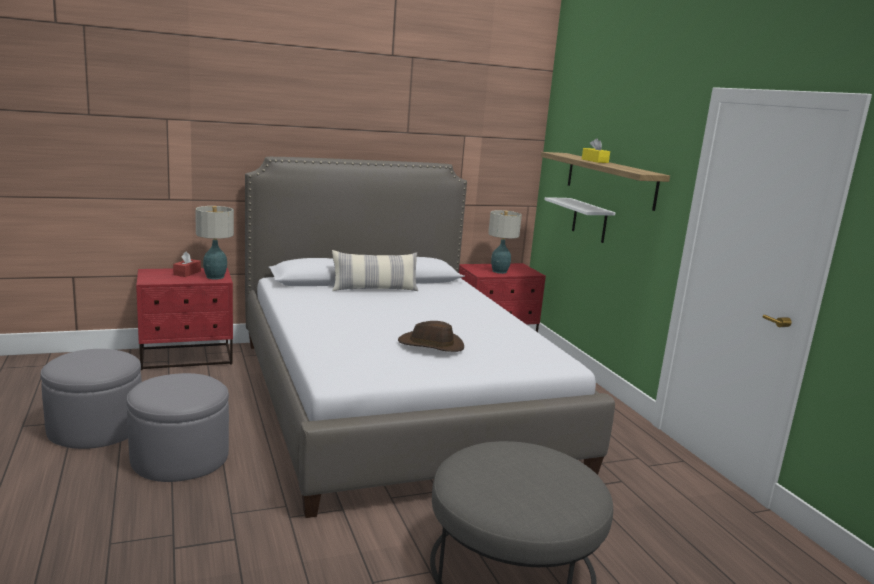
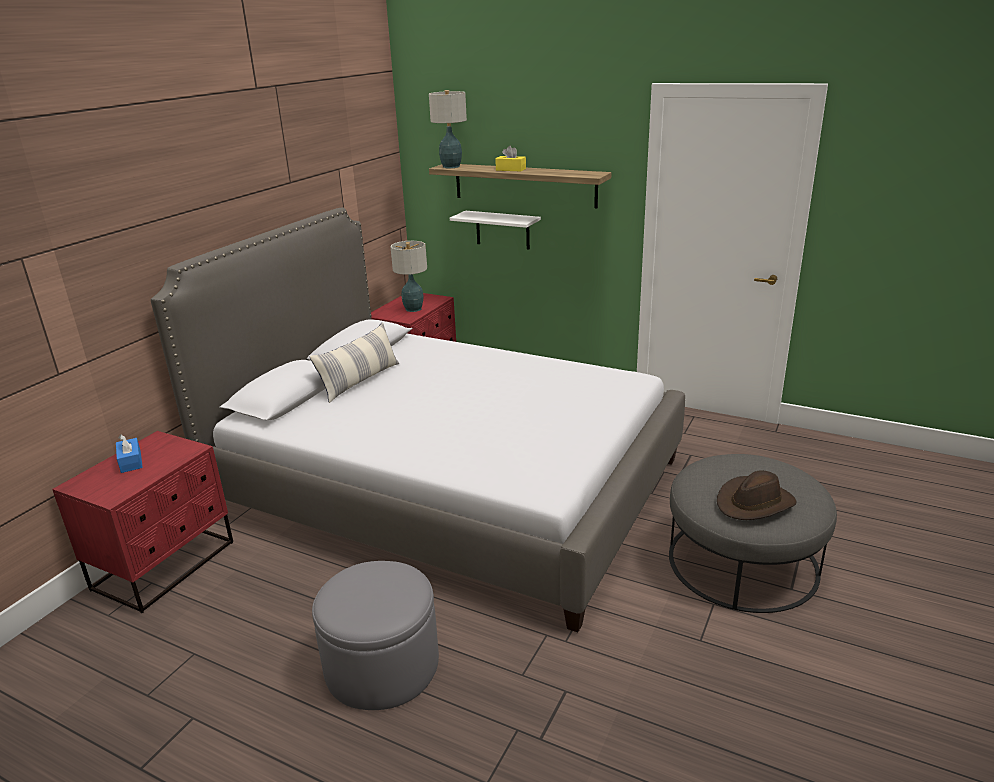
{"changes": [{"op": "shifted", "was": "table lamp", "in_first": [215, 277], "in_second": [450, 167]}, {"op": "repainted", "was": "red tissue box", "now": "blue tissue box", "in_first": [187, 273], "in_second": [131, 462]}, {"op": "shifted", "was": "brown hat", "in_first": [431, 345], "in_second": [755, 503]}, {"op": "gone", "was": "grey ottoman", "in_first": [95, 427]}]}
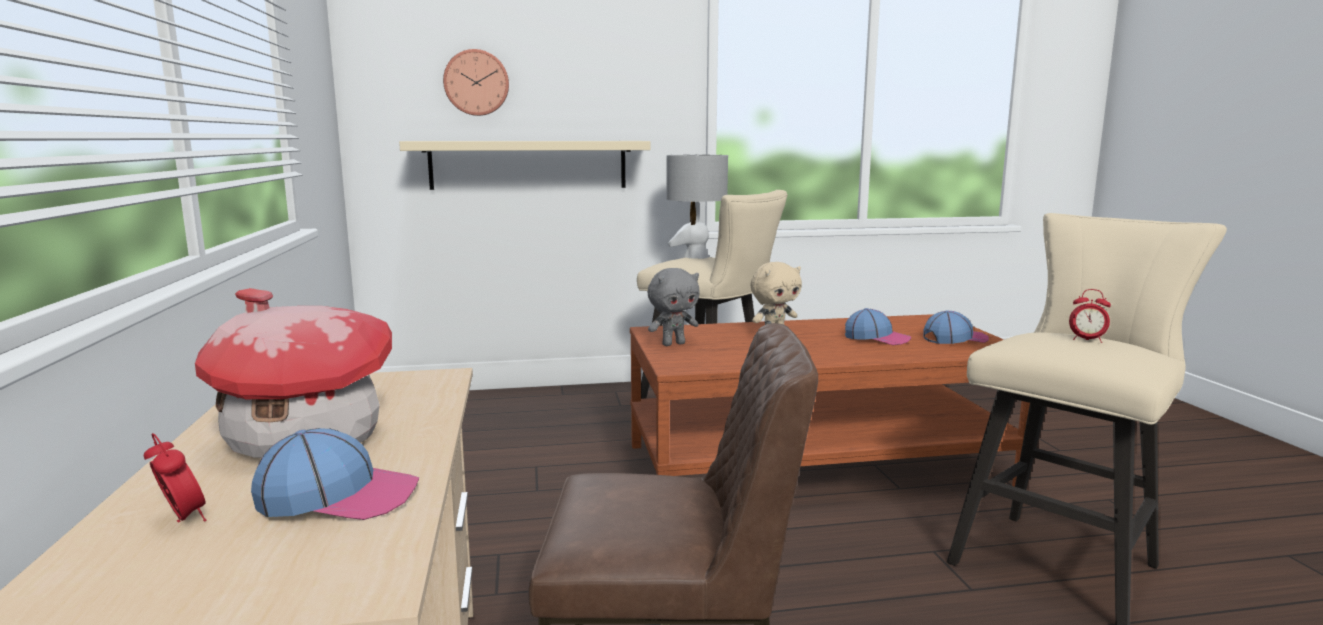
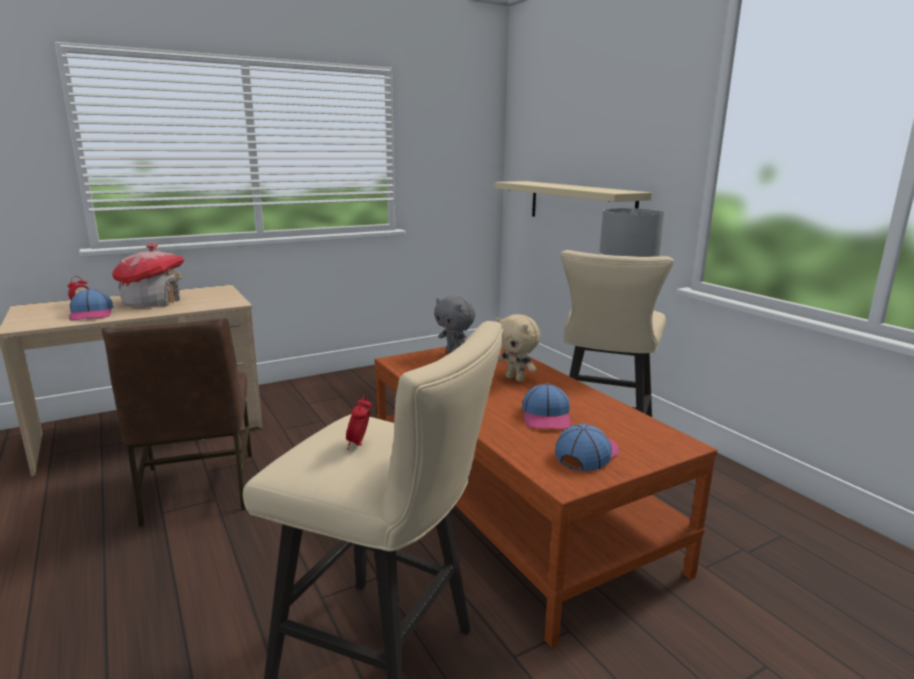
{"changes": [{"op": "gone", "was": "wall clock", "in_first": [476, 83]}, {"op": "rotated", "was": "cap", "in_first": [955, 338], "in_second": [587, 453], "clockwise": -105}]}
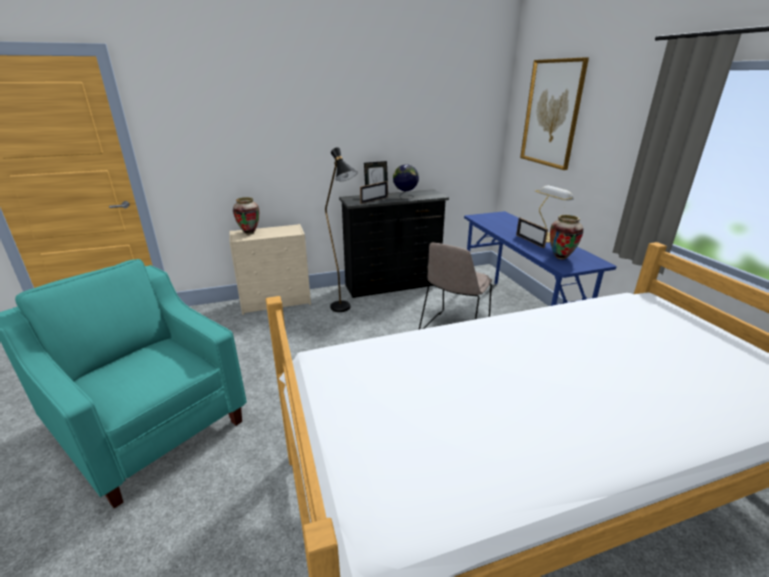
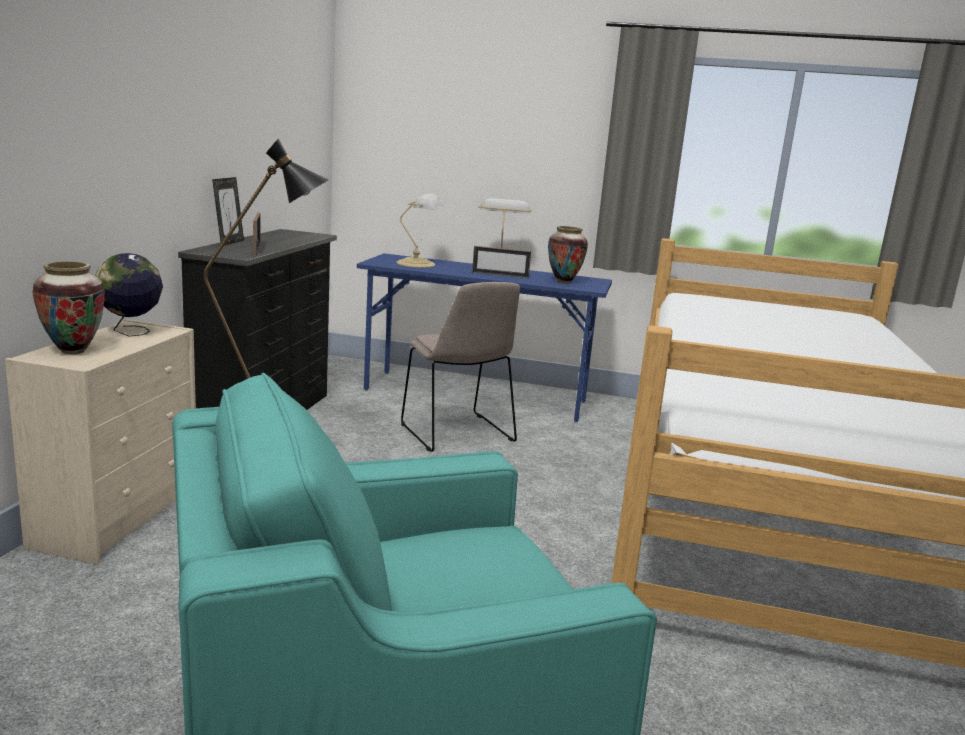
{"changes": [{"op": "gone", "was": "picture", "in_first": [552, 113]}, {"op": "shifted", "was": "globe", "in_first": [405, 198], "in_second": [131, 332]}, {"op": "new", "now": "table lamp", "in_second": [418, 264]}]}
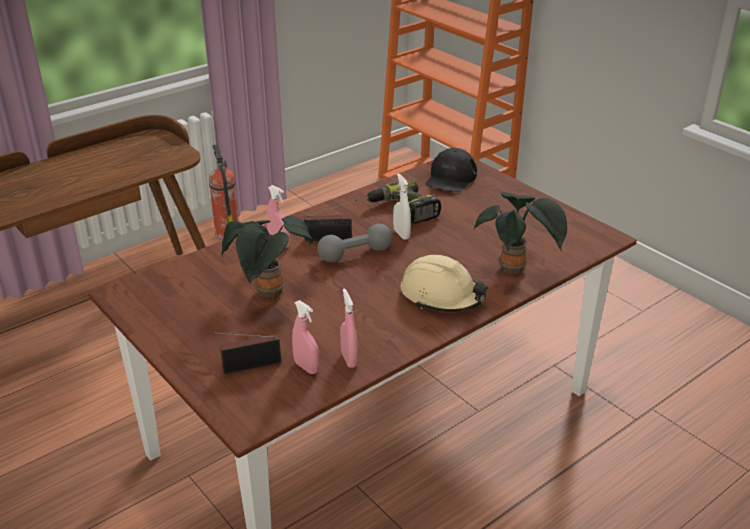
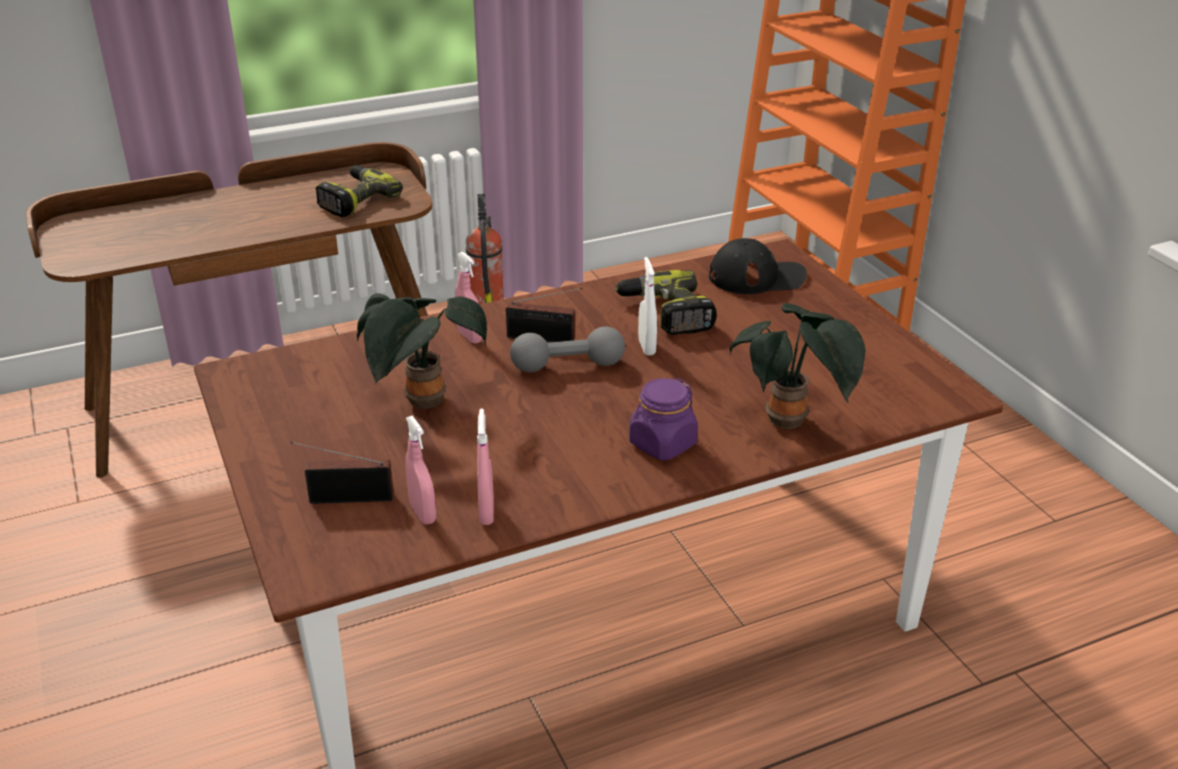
{"changes": [{"op": "rotated", "was": "black cap", "in_first": [450, 178], "in_second": [757, 277], "clockwise": -135}, {"op": "swapped", "was": "beige hard hat", "now": "purple jar", "in_first": [442, 296], "in_second": [662, 444]}, {"op": "new", "now": "power drill", "in_second": [355, 200]}]}
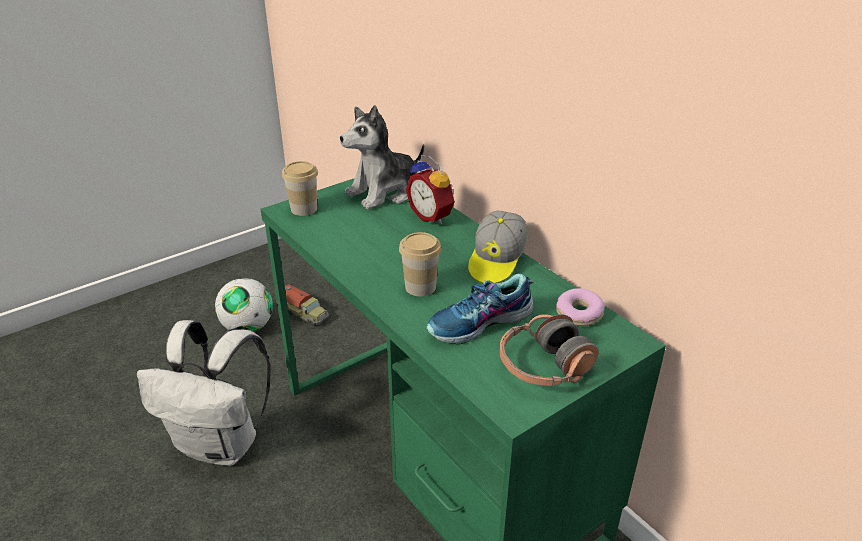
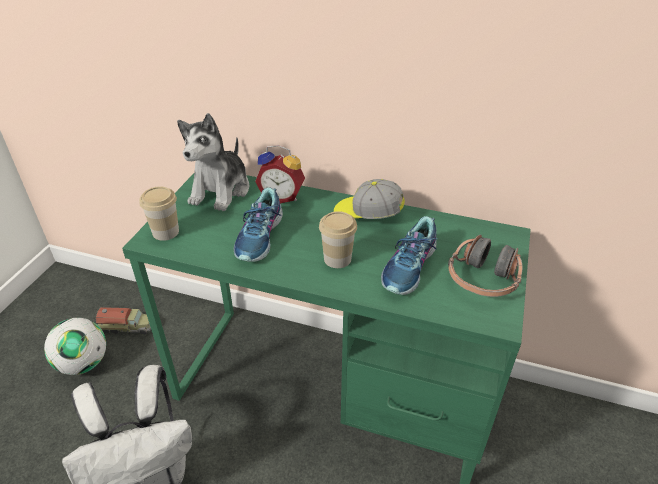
{"changes": [{"op": "rotated", "was": "cap", "in_first": [496, 261], "in_second": [367, 214], "clockwise": 120}, {"op": "gone", "was": "donut", "in_first": [579, 314]}, {"op": "new", "now": "shoe", "in_second": [260, 237]}]}
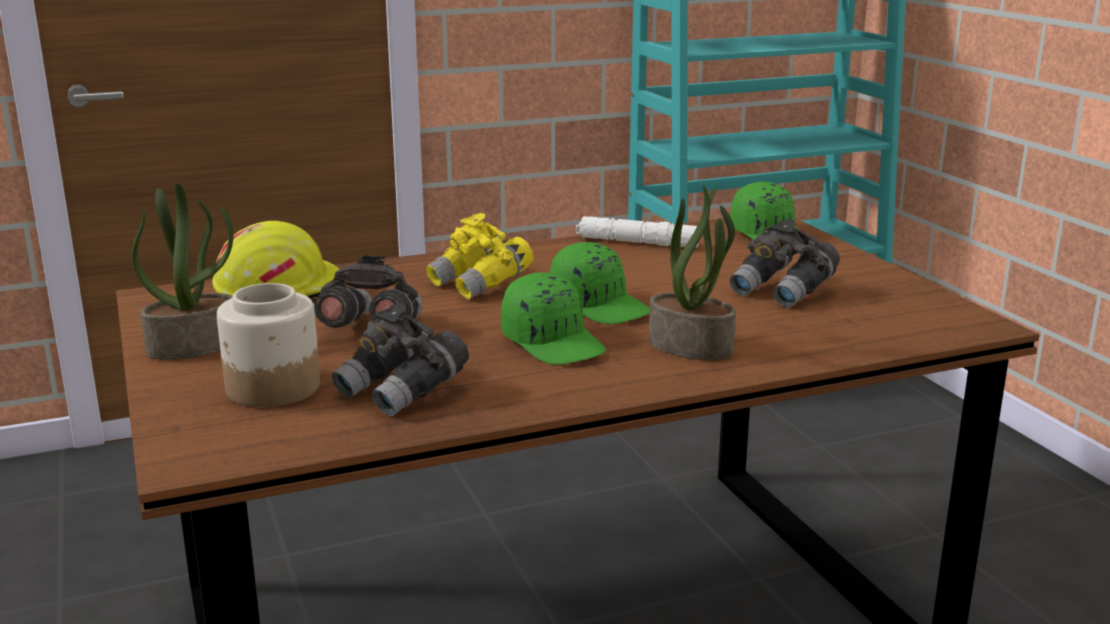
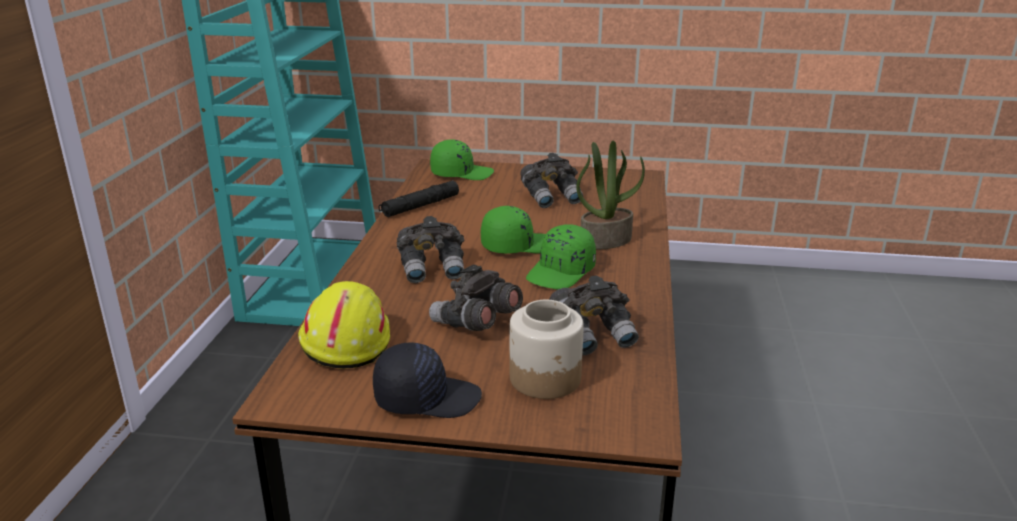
{"changes": [{"op": "swapped", "was": "potted plant", "now": "black cap", "in_first": [193, 346], "in_second": [426, 398]}, {"op": "repainted", "was": "yellow binoculars", "now": "grey binoculars", "in_first": [481, 284], "in_second": [433, 268]}, {"op": "repainted", "was": "white flashlight", "now": "black flashlight", "in_first": [637, 242], "in_second": [420, 206]}, {"op": "rotated", "was": "green cap", "in_first": [554, 342], "in_second": [561, 273], "clockwise": 135}]}
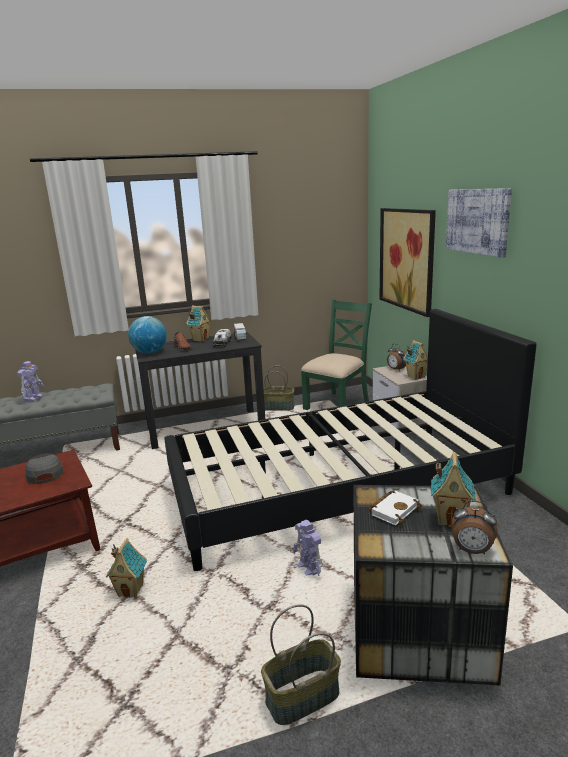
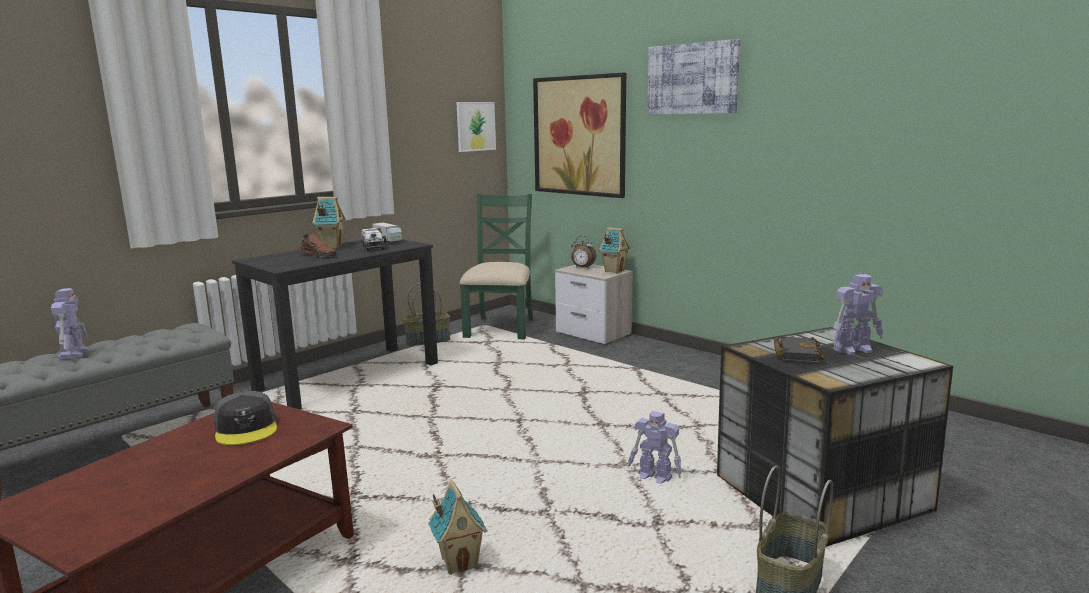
{"changes": [{"op": "gone", "was": "black bed", "in_first": [337, 489]}, {"op": "gone", "was": "globe", "in_first": [150, 352]}, {"op": "swapped", "was": "toy house", "now": "toy robot", "in_first": [451, 519], "in_second": [854, 349]}, {"op": "rotated", "was": "grey cap", "in_first": [44, 473], "in_second": [246, 428], "clockwise": -150}, {"op": "repainted", "was": "white book", "now": "black book", "in_first": [393, 510], "in_second": [795, 353]}, {"op": "gone", "was": "alarm clock", "in_first": [472, 551]}, {"op": "new", "now": "picture", "in_second": [475, 126]}]}
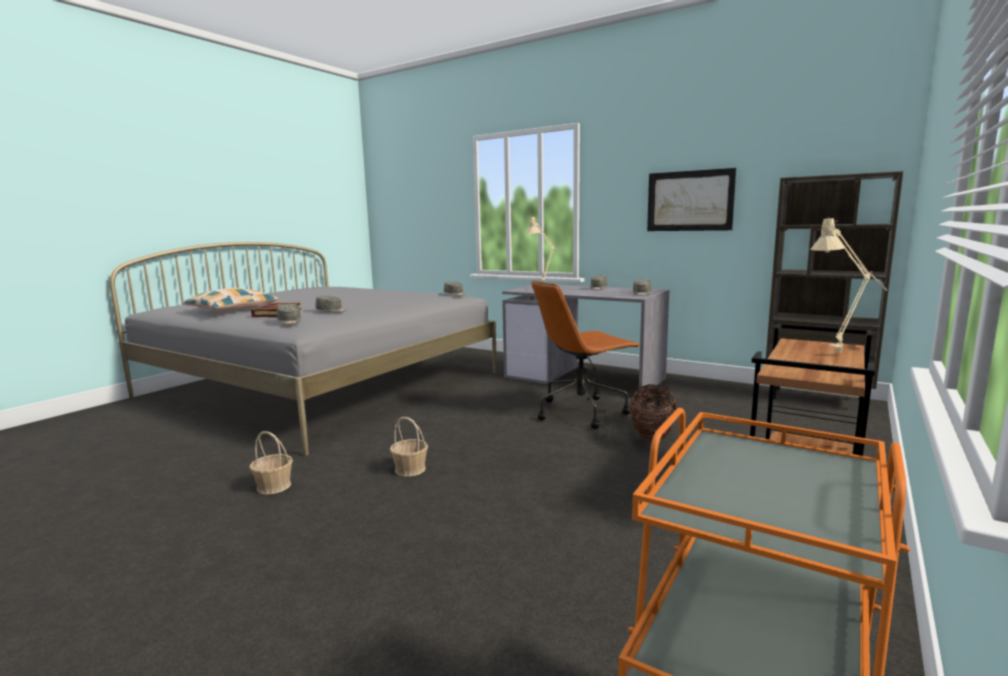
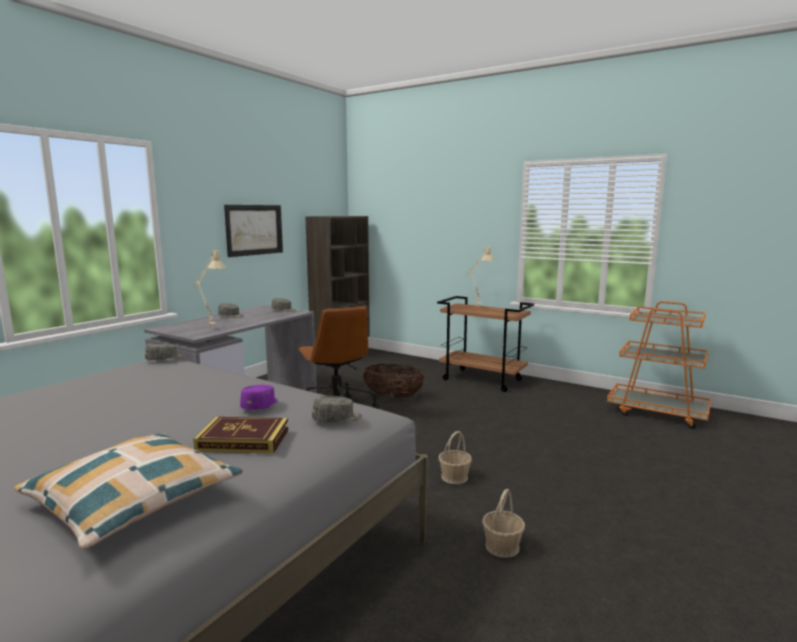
{"changes": [{"op": "repainted", "was": "grey cap", "now": "purple cap", "in_first": [331, 311], "in_second": [260, 406]}]}
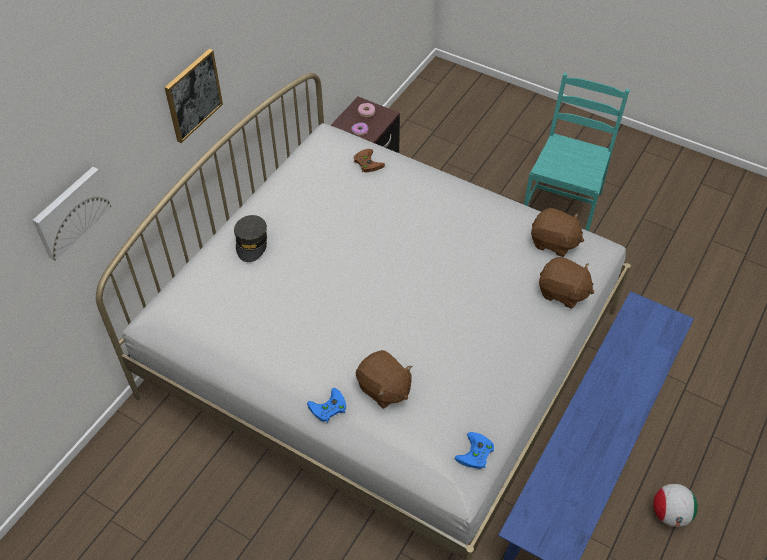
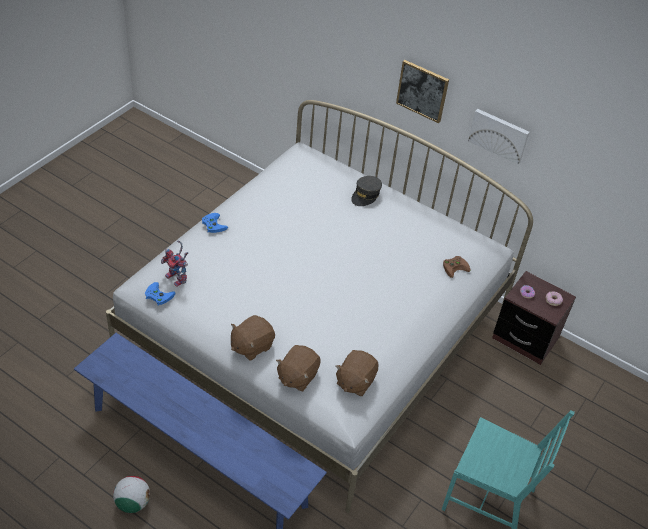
{"changes": [{"op": "shifted", "was": "picture", "in_first": [70, 211], "in_second": [499, 135]}, {"op": "rotated", "was": "grey cap", "in_first": [251, 243], "in_second": [365, 195], "clockwise": -60}, {"op": "shifted", "was": "brown plush toy", "in_first": [383, 389], "in_second": [251, 346]}, {"op": "new", "now": "toy robot", "in_second": [178, 279]}]}
